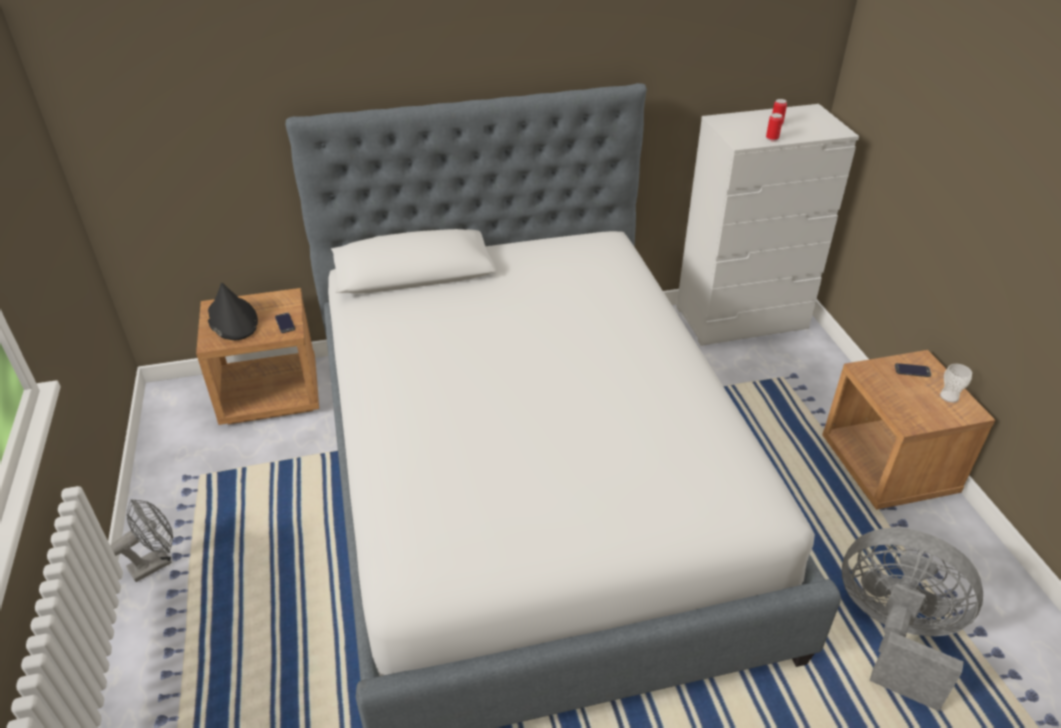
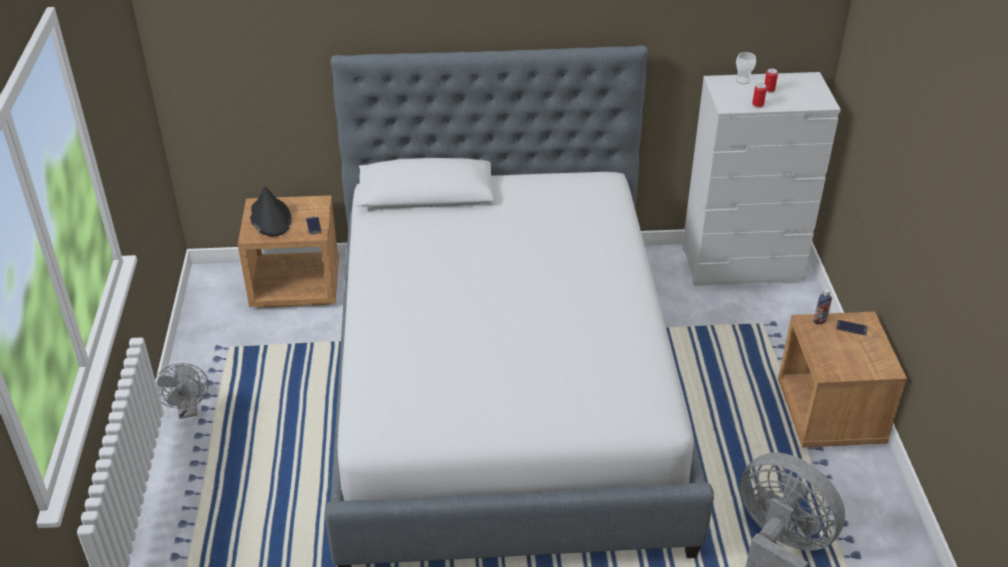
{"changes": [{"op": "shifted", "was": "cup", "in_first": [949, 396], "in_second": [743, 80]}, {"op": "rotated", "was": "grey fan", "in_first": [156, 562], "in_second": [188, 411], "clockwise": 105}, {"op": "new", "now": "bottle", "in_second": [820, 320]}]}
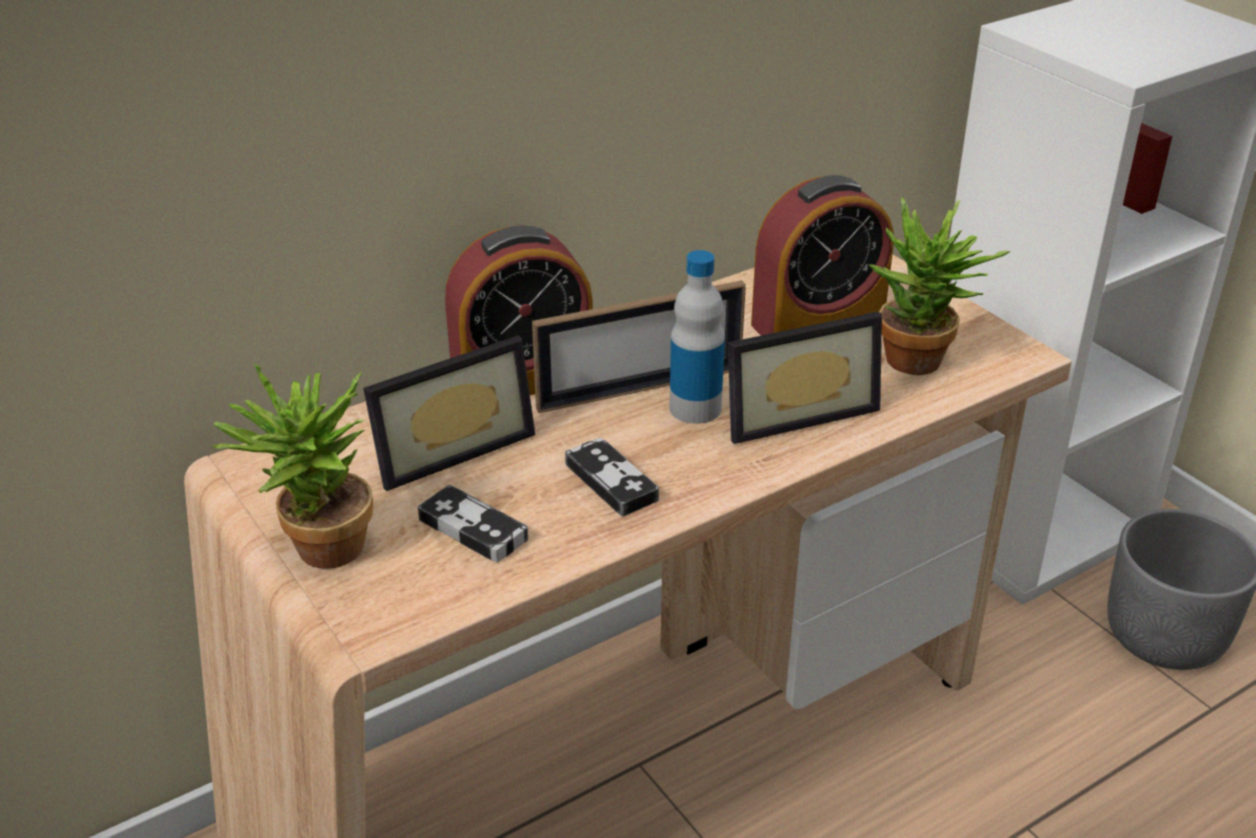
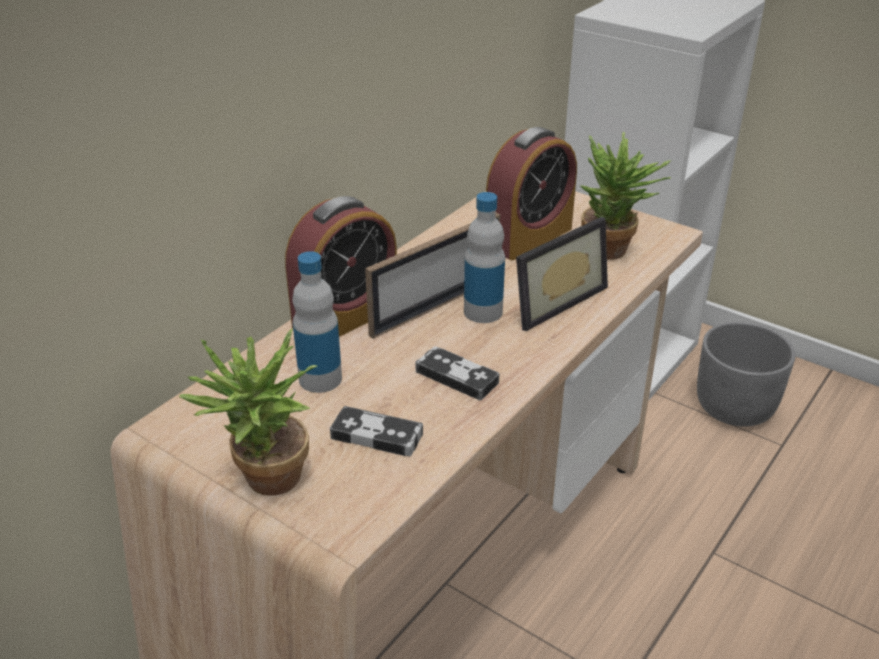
{"changes": [{"op": "swapped", "was": "picture frame", "now": "bottle", "in_first": [448, 447], "in_second": [320, 379]}]}
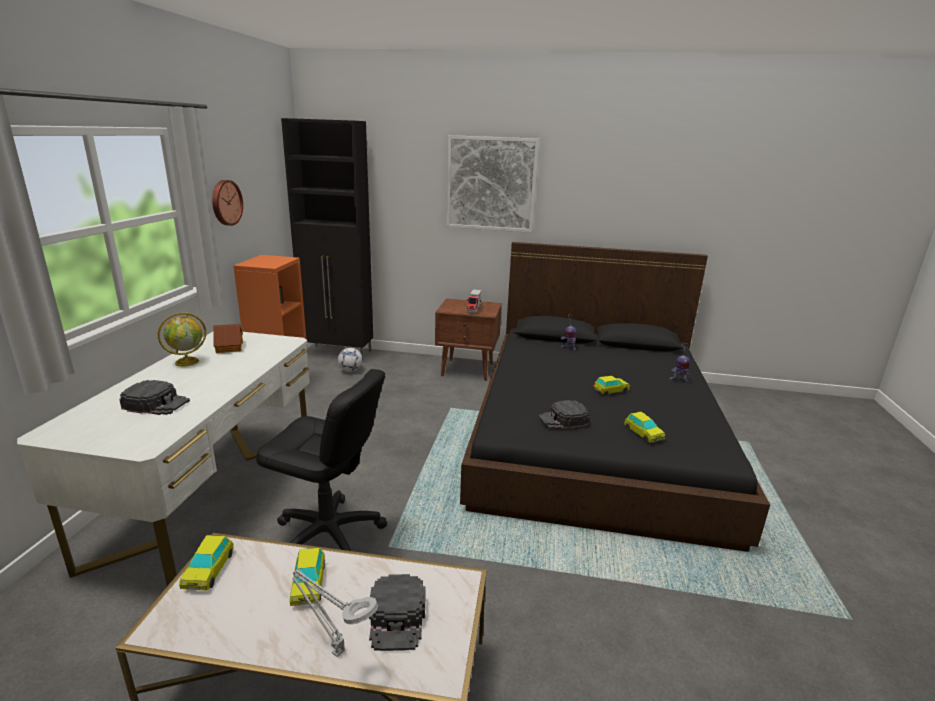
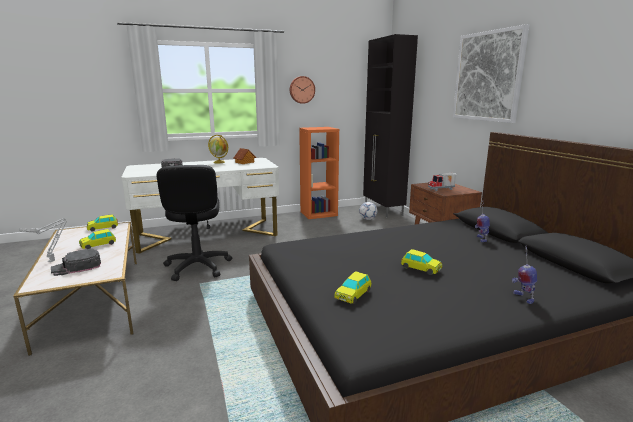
{"changes": [{"op": "gone", "was": "black cap", "in_first": [563, 420]}]}
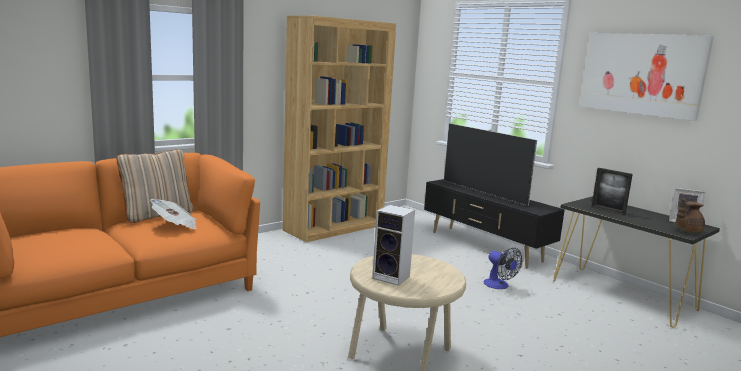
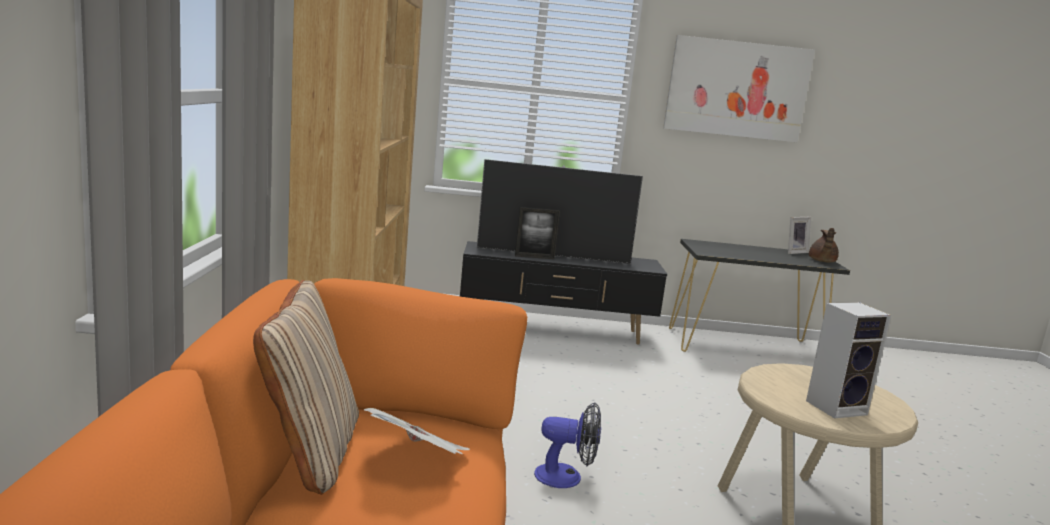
{"changes": [{"op": "shifted", "was": "picture frame", "in_first": [608, 211], "in_second": [534, 257]}, {"op": "shifted", "was": "fan", "in_first": [499, 286], "in_second": [566, 477]}]}
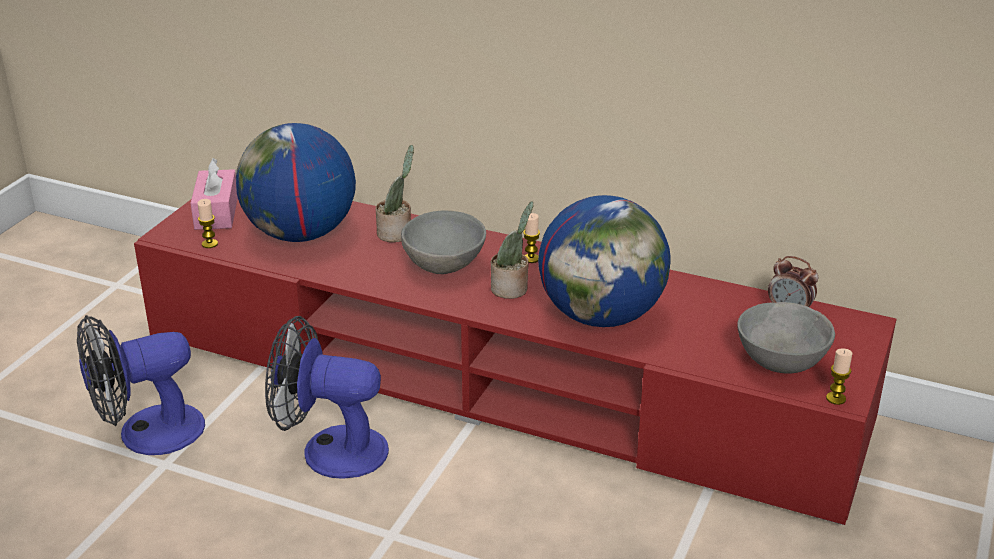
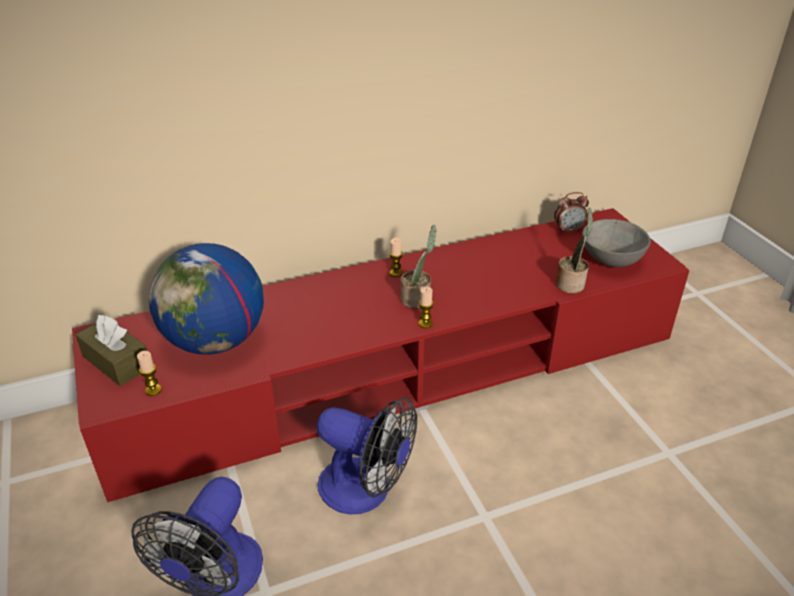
{"changes": [{"op": "shifted", "was": "potted plant", "in_first": [397, 233], "in_second": [571, 284]}, {"op": "repainted", "was": "pink tissue box", "now": "brown tissue box", "in_first": [216, 212], "in_second": [117, 362]}, {"op": "gone", "was": "globe", "in_first": [602, 316]}, {"op": "gone", "was": "grey bowl", "in_first": [445, 266]}, {"op": "rotated", "was": "fan", "in_first": [330, 450], "in_second": [366, 490], "clockwise": -120}, {"op": "shifted", "was": "candle", "in_first": [835, 398], "in_second": [425, 323]}]}
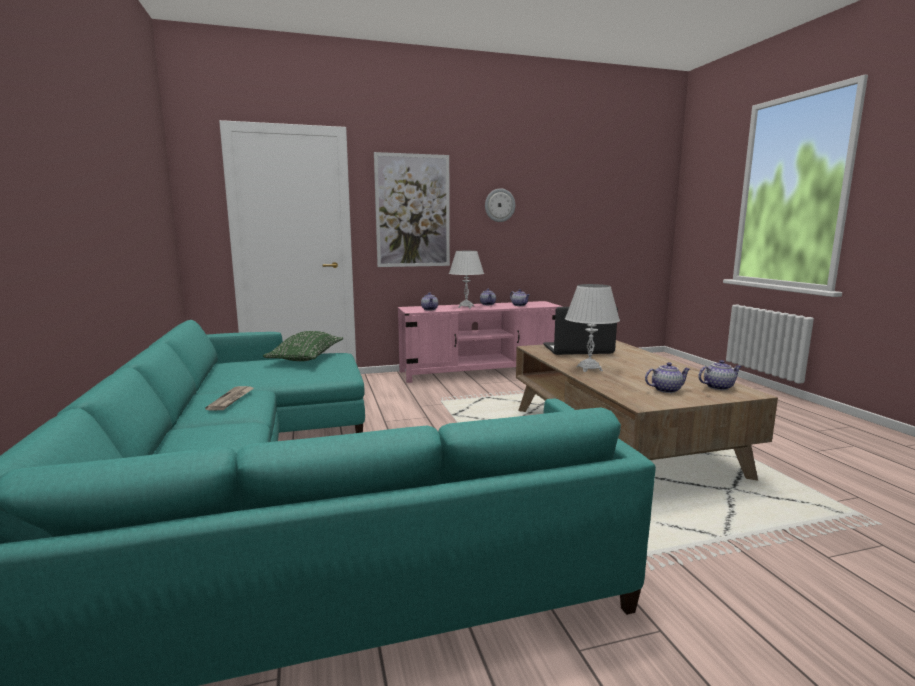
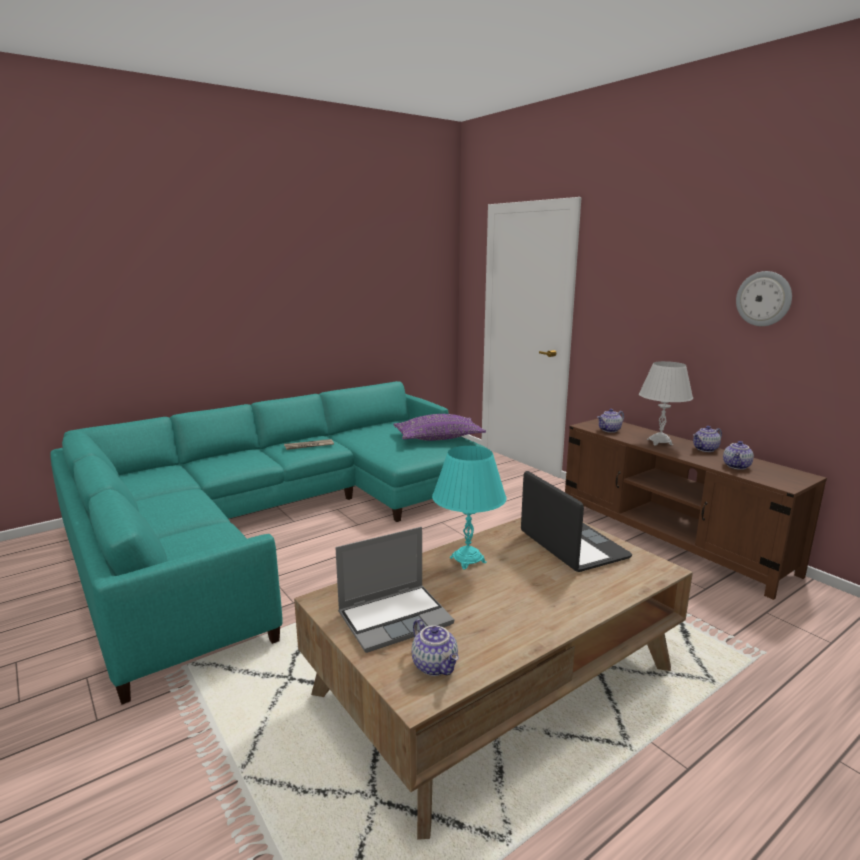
{"changes": [{"op": "gone", "was": "picture", "in_first": [413, 211]}, {"op": "repainted", "was": "white table lamp", "now": "turquoise table lamp", "in_first": [589, 369], "in_second": [467, 560]}, {"op": "repainted", "was": "pink tv stand", "now": "brown tv stand", "in_first": [480, 371], "in_second": [670, 538]}, {"op": "repainted", "was": "green pillow", "now": "purple pillow", "in_first": [307, 358], "in_second": [438, 438]}, {"op": "swapped", "was": "teapot", "now": "laptop", "in_first": [666, 390], "in_second": [395, 618]}]}
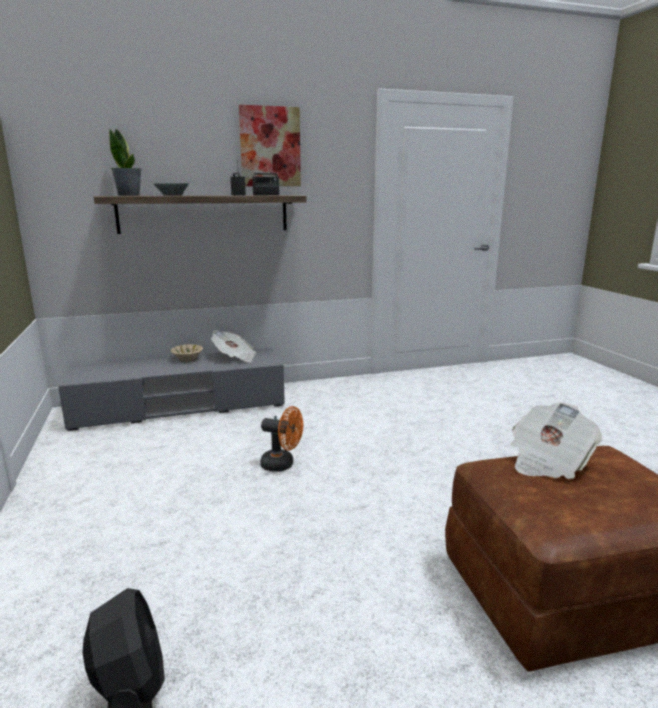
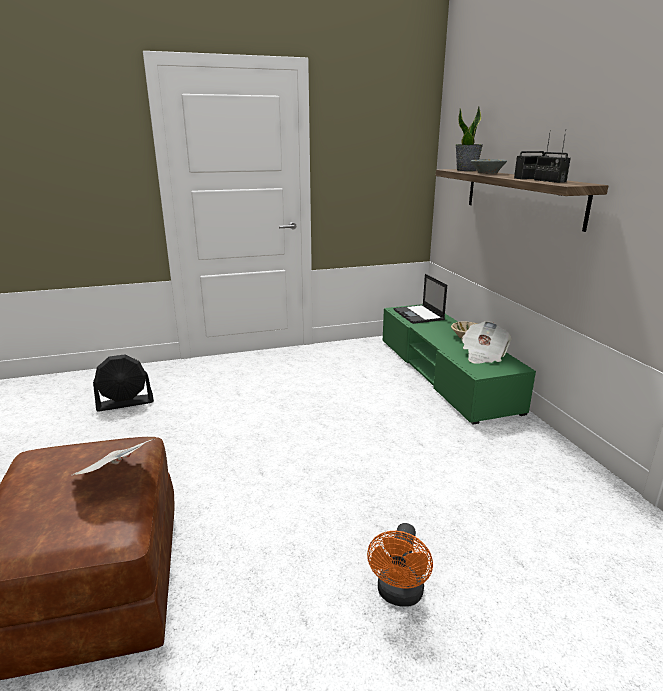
{"changes": [{"op": "gone", "was": "picture", "in_first": [270, 147]}, {"op": "repainted", "was": "grey tv stand", "now": "green tv stand", "in_first": [180, 406], "in_second": [444, 373]}, {"op": "shifted", "was": "orange fan", "in_first": [282, 465], "in_second": [399, 595]}, {"op": "new", "now": "laptop", "in_second": [419, 315]}]}
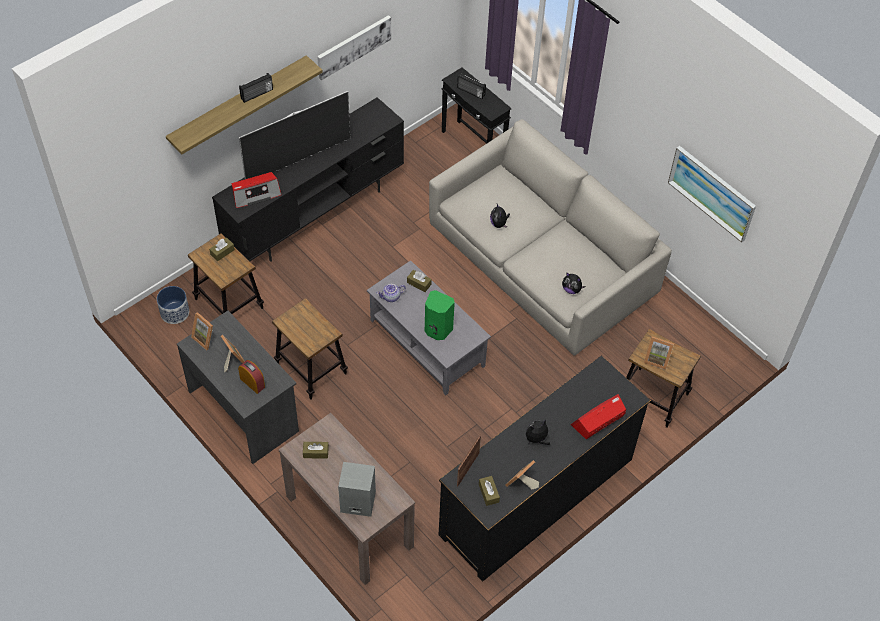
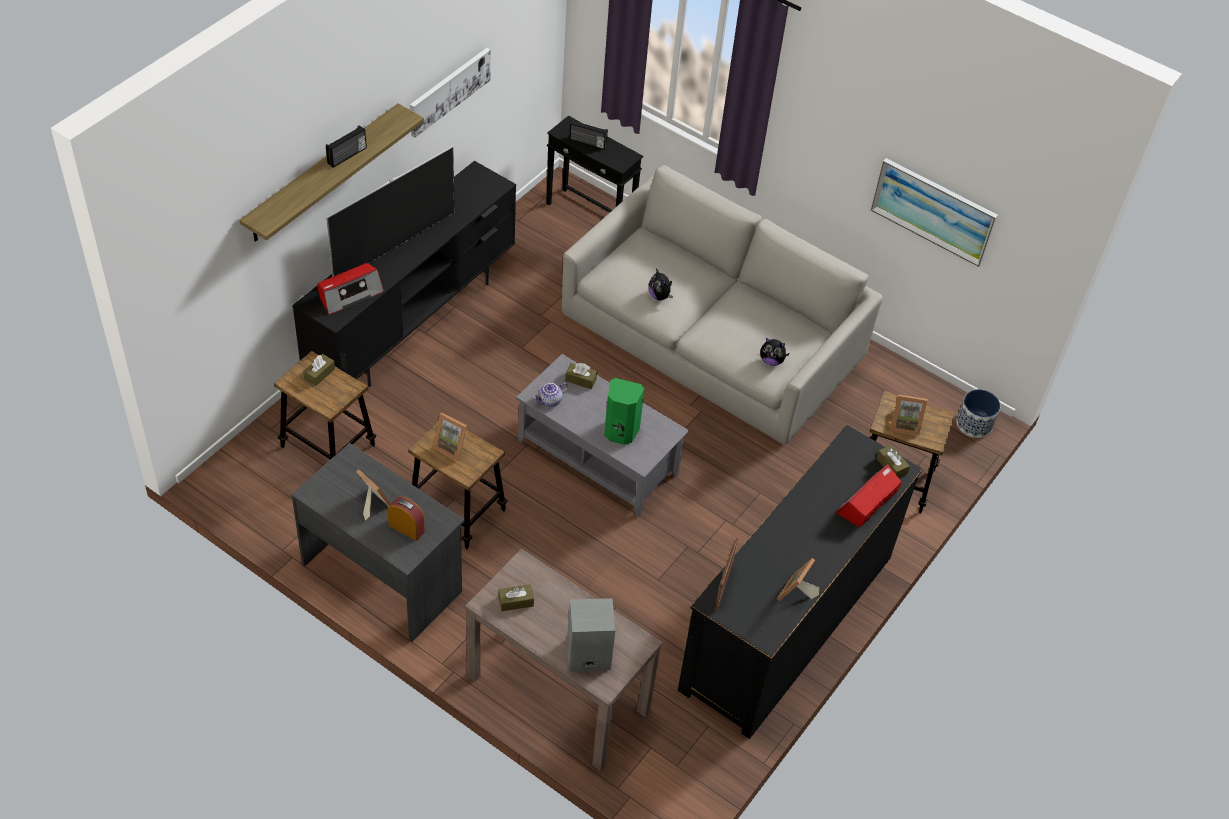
{"changes": [{"op": "shifted", "was": "planter", "in_first": [174, 312], "in_second": [974, 424]}, {"op": "shifted", "was": "picture frame", "in_first": [206, 338], "in_second": [452, 447]}, {"op": "gone", "was": "plush toy", "in_first": [536, 439]}, {"op": "shifted", "was": "brown tissue box", "in_first": [488, 493], "in_second": [891, 466]}]}
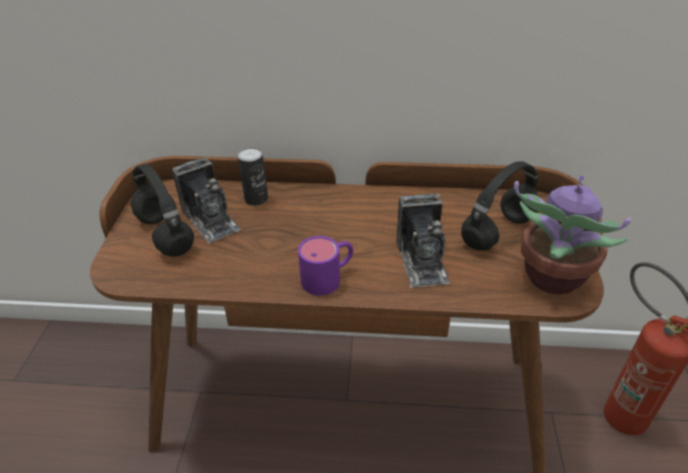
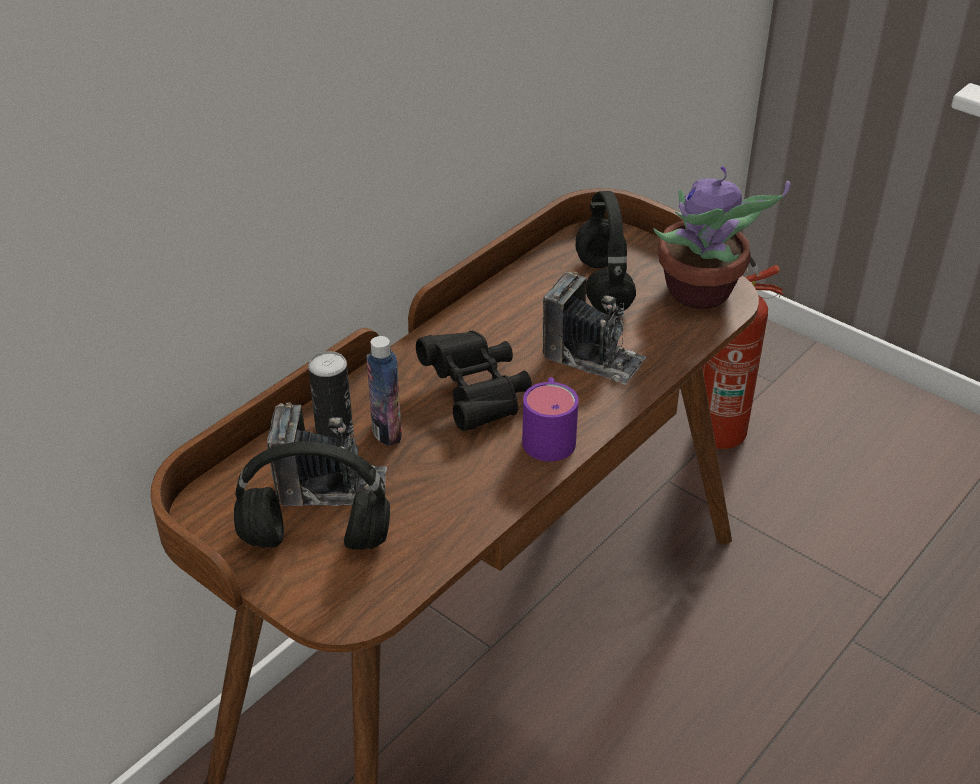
{"changes": [{"op": "new", "now": "black binoculars", "in_second": [477, 394]}, {"op": "new", "now": "bottle", "in_second": [386, 432]}]}
